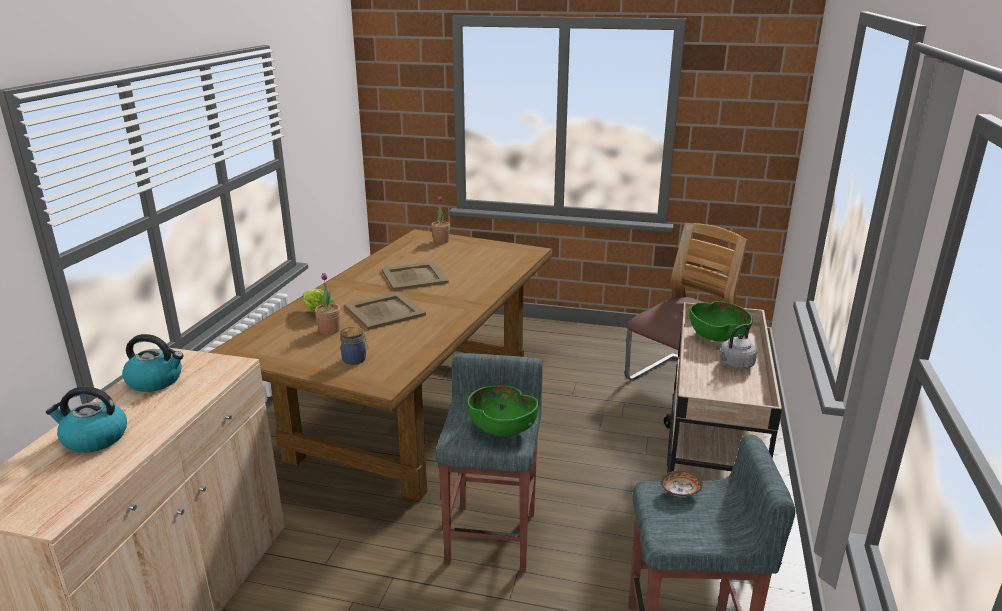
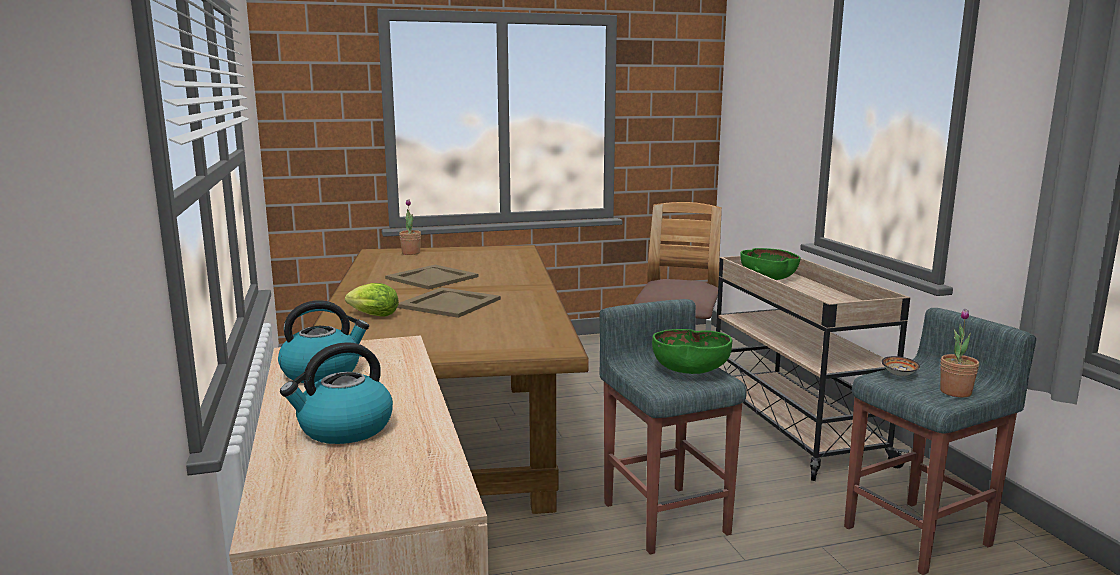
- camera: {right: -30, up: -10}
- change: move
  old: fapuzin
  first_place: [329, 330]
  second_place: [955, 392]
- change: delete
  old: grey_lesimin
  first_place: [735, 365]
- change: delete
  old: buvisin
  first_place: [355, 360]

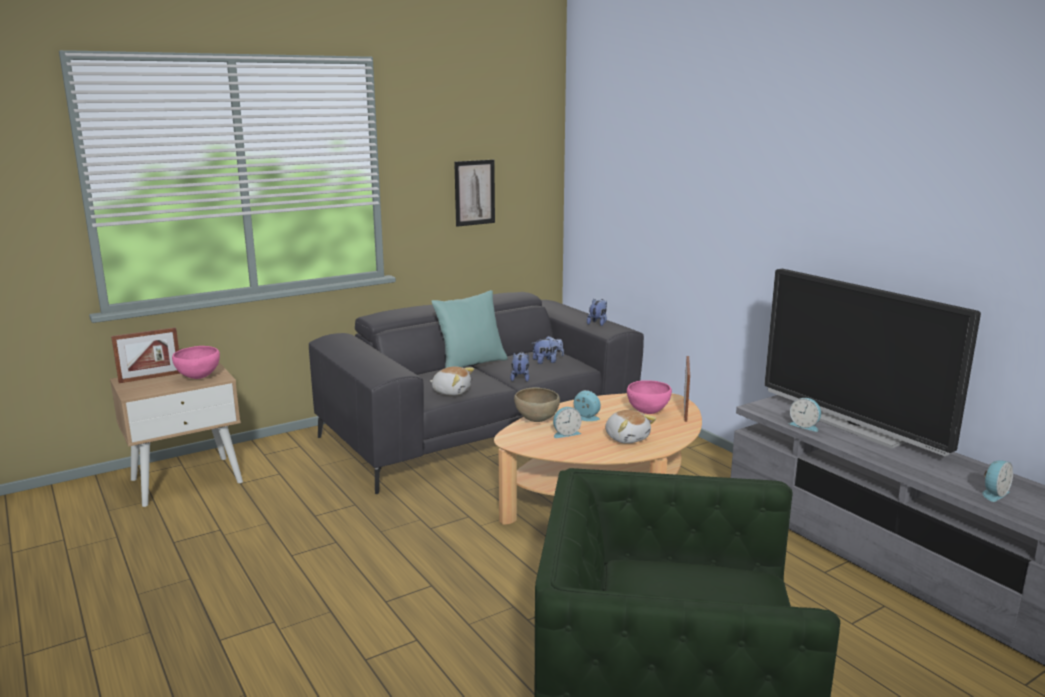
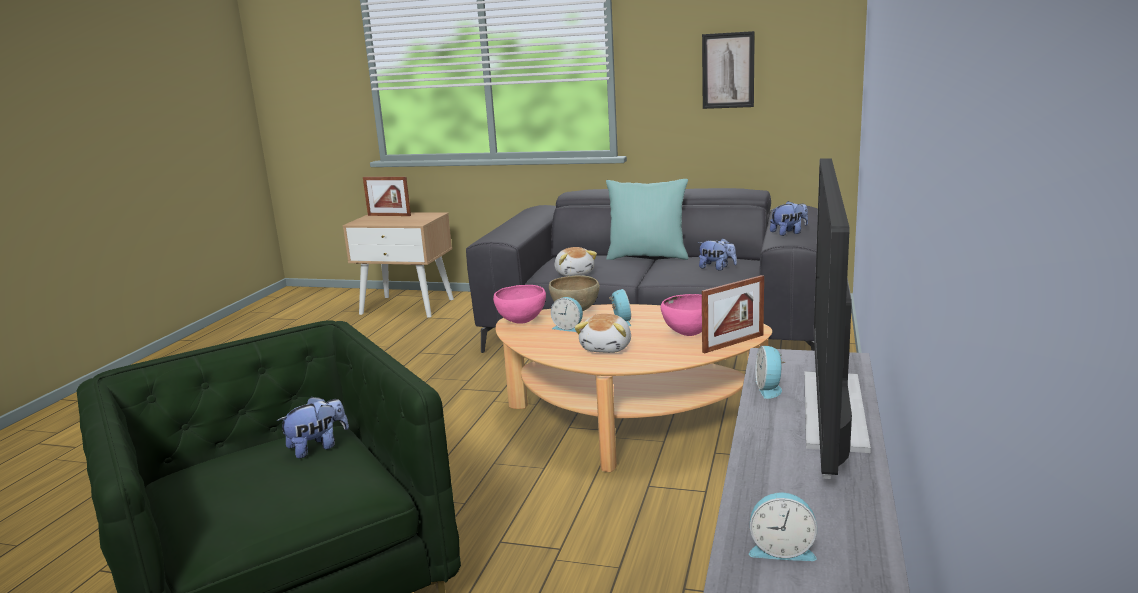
- camera: {right: 50, up: 0}
- change: move
  old: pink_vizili
  first_place: [198, 378]
  second_place: [522, 322]
- change: move
  old: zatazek
  first_place: [520, 378]
  second_place: [317, 447]

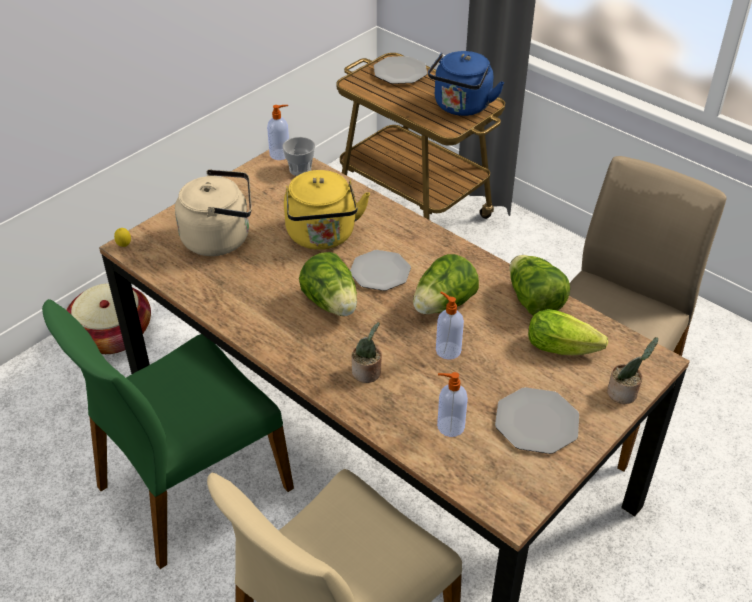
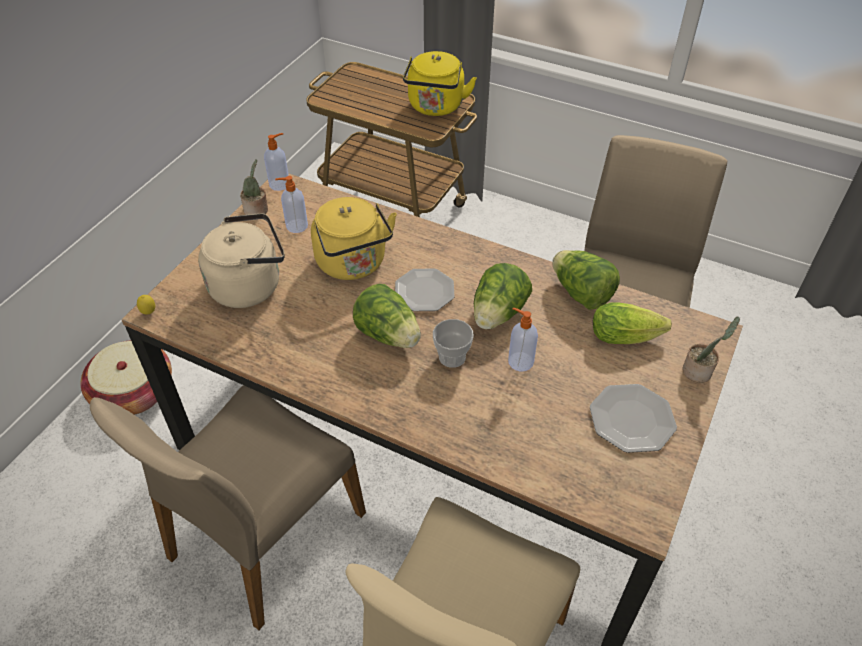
- camera: {right: -15, up: 5}
- change: recolor
  old: blue_lesimin
  new: yellow_lesimin
  first_place: [461, 107]
  second_place: [435, 107]
- change: delete
  old: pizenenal
  first_place: [400, 72]
- change: move
  old: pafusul
  first_place: [300, 170]
  second_place: [452, 357]
- change: recolor
  old: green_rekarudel
  new: beige_rekarudel
  first_place: [191, 487]
  second_place: [264, 535]
- change: move
  old: fapuzin
  first_place: [367, 373]
  second_place: [257, 211]
- change: move
  old: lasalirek
  first_place: [449, 426]
  second_place: [296, 226]

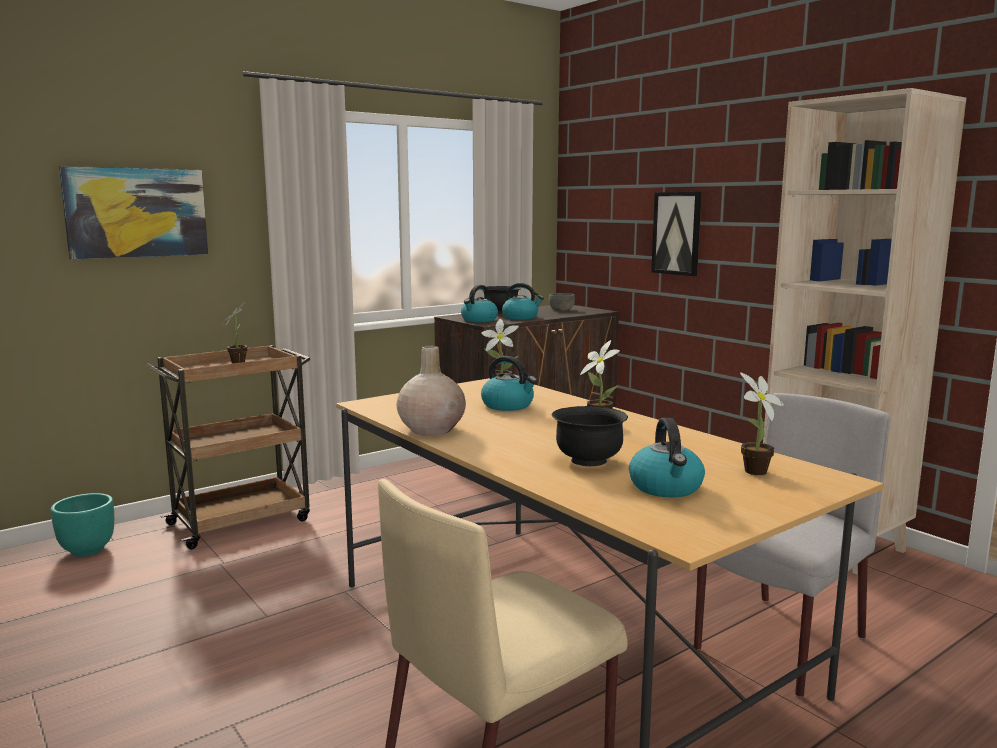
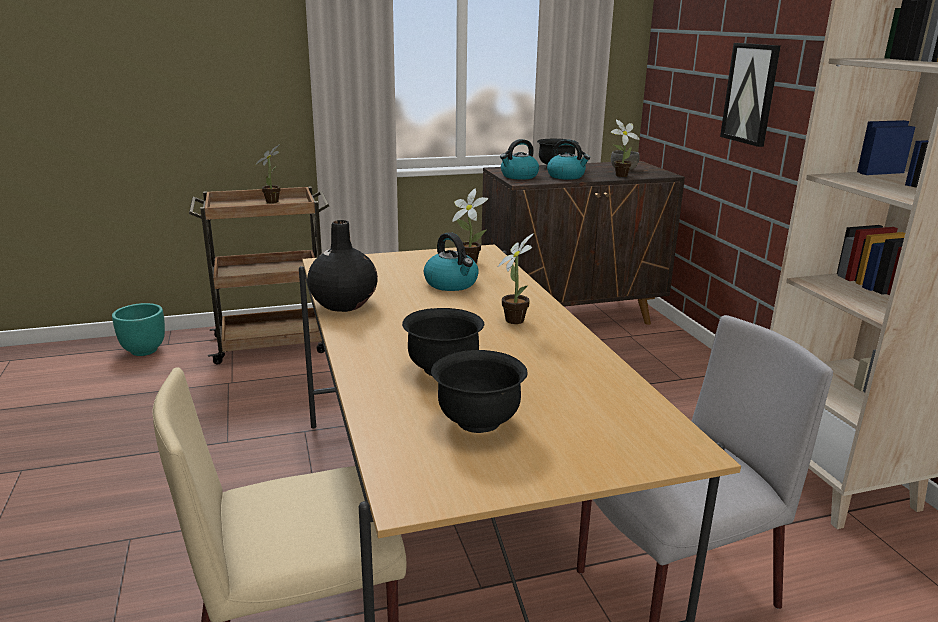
- camera: {right: 20, up: 10}
- change: delete
  old: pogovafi
  first_place: [137, 212]
- change: recolor
  old: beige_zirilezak
  new: black_zirilezak
  first_place: [431, 430]
  second_place: [344, 304]
- change: move
  old: fapuzin
  first_place: [752, 472]
  second_place: [619, 175]
- change: replace
  old: lesimin
  new: black_vizili
  first_place: [666, 487]
  second_place: [478, 421]

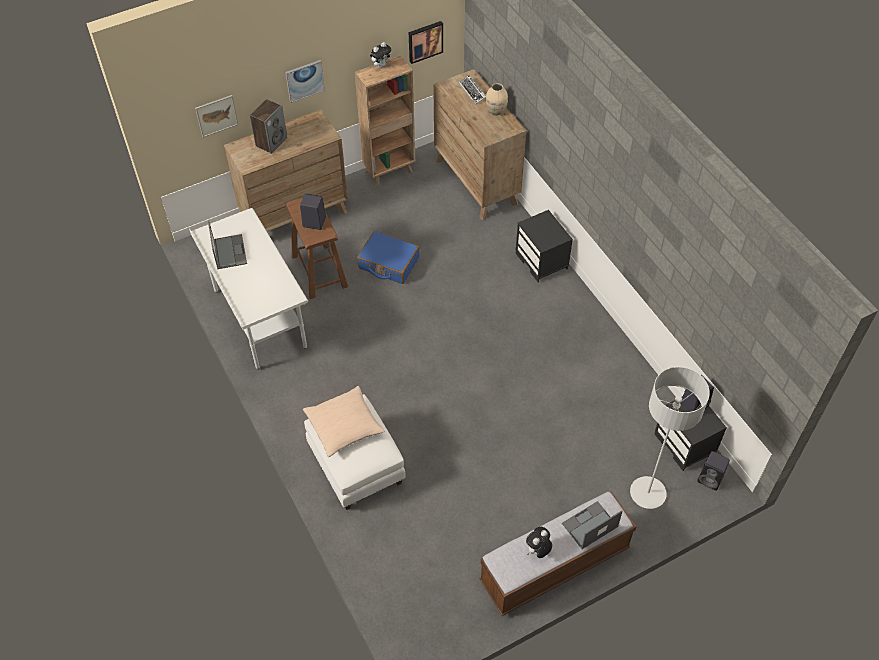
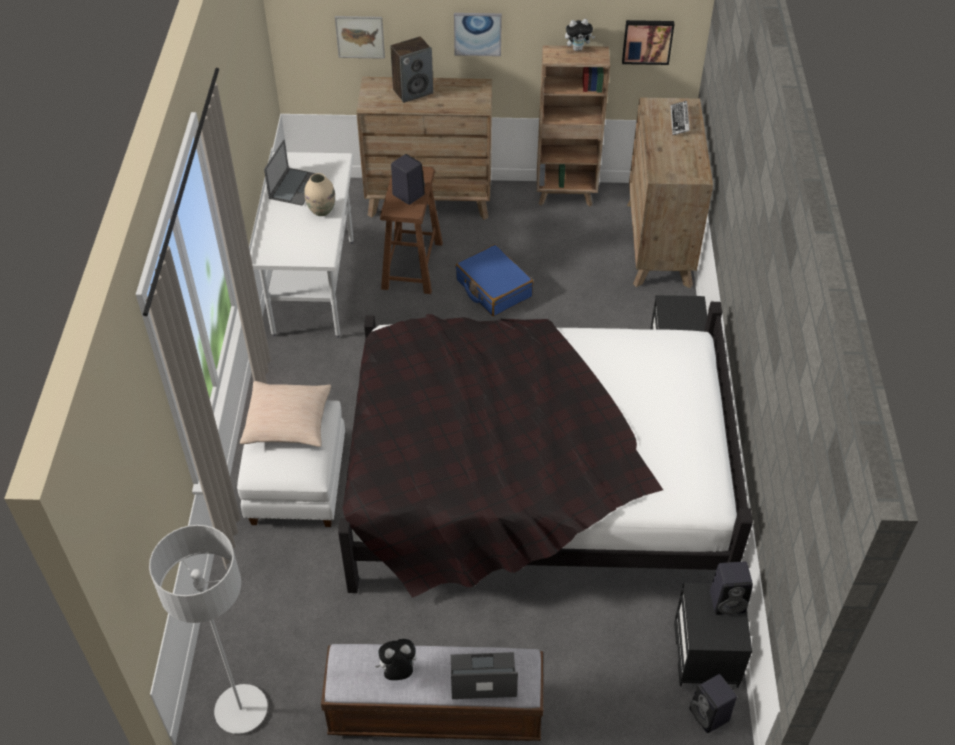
- camera: {right: 30, up: -5}
- change: move
  old: beige_zirilezak
  first_place: [496, 111]
  second_place: [321, 211]
- change: move
  old: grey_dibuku
  first_place: [647, 493]
  second_place: [241, 710]
- change: insert
  new: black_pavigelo
  second_place: [534, 485]

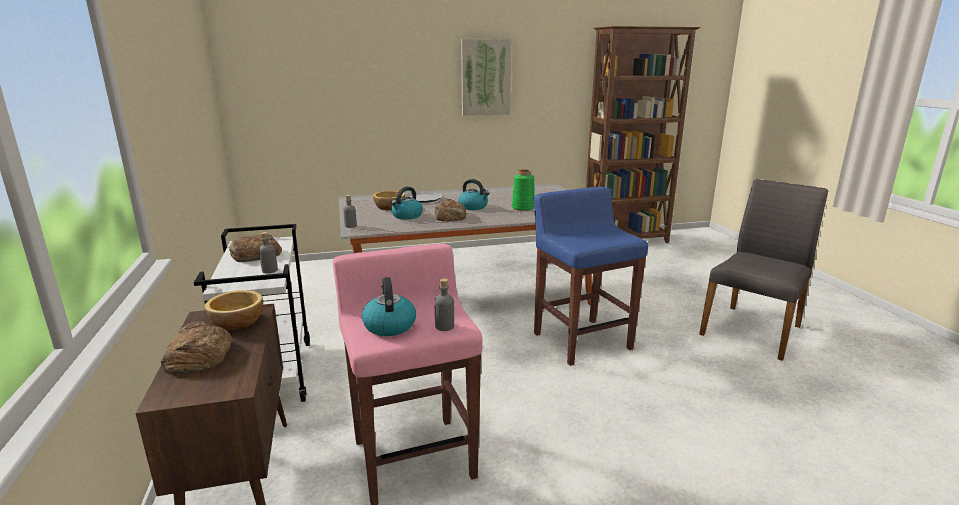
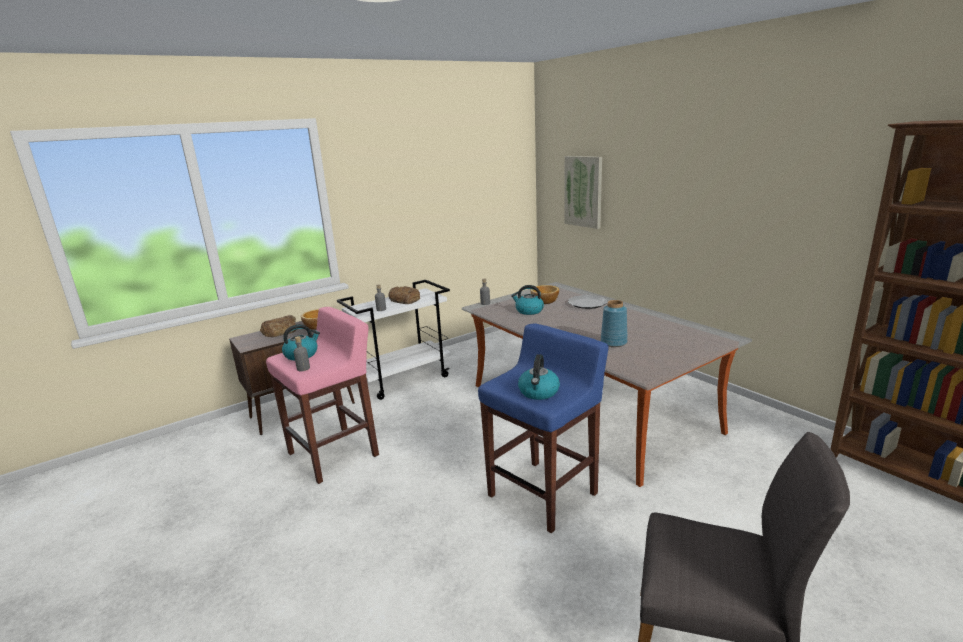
- camera: {right: 70, up: 0}
- change: move
  old: pogovafi
  first_place: [485, 77]
  second_place: [583, 191]
- change: recolor
  old: green_zirilezak
  new: blue_zirilezak
  first_place: [523, 208]
  second_place: [613, 342]
- change: move
  old: lesimin
  first_place: [473, 207]
  second_place: [539, 392]
- change: delete
  old: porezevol
  first_place: [451, 216]

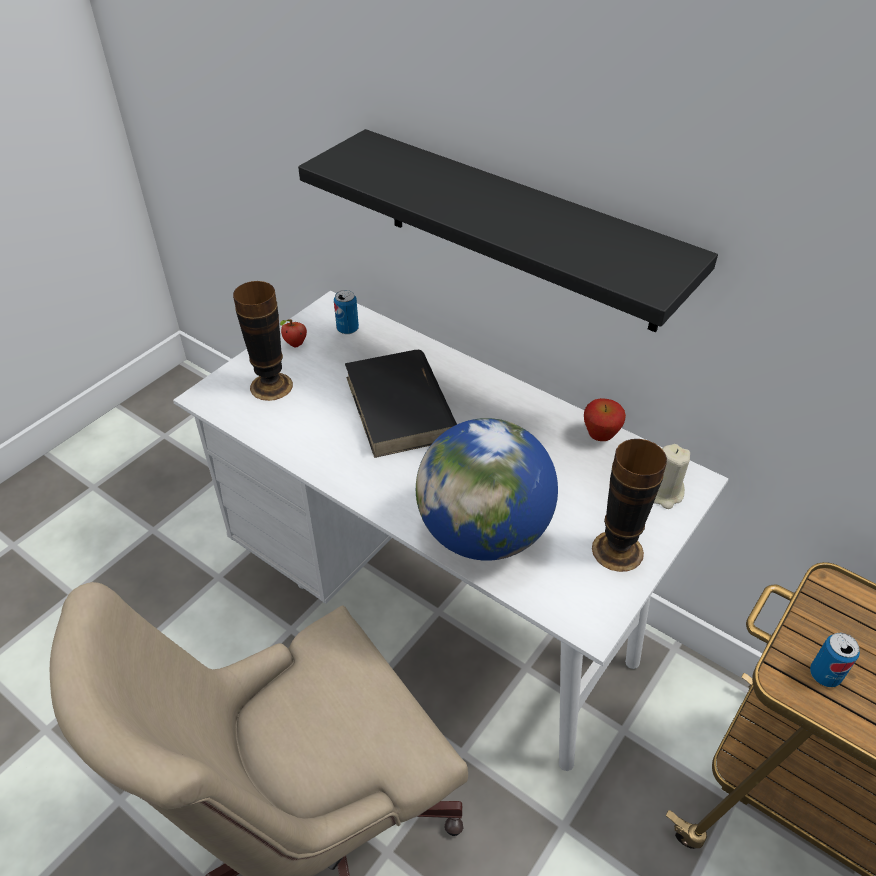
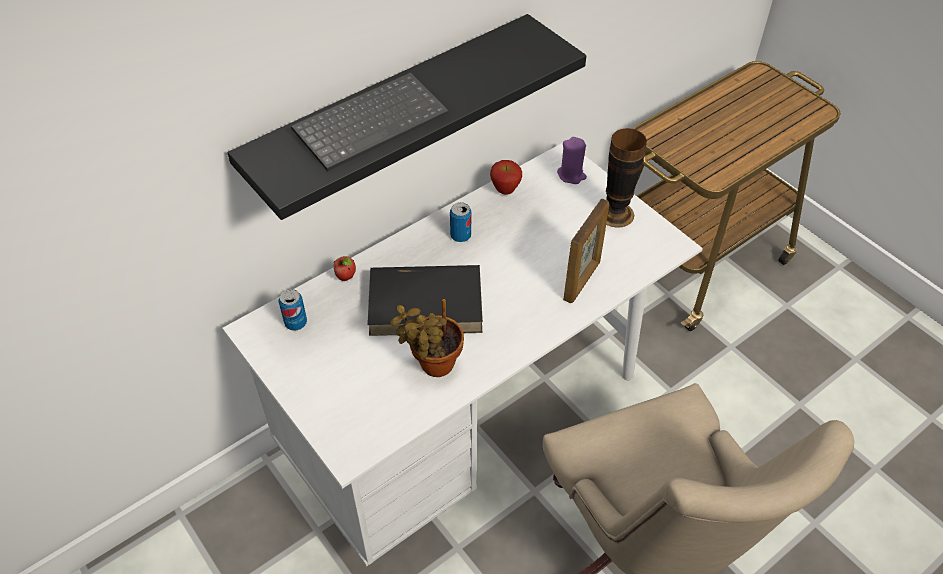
- camera: {right: -75, up: 5}
- change: delete
  old: zirilezak
  first_place: [271, 386]
- change: move
  old: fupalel
  first_place: [295, 345]
  second_place: [346, 277]
- change: replace
  old: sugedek
  new: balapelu
  first_place: [483, 533]
  second_place: [582, 281]
- change: recolor
  old: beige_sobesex
  new: purple_sobesex
  first_place: [664, 493]
  second_place: [571, 175]
- change: move
  old: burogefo
  first_place: [825, 675]
  second_place: [460, 236]
- change: insert
  new: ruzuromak
  second_place: [371, 121]
- change: insert
  new: fapuzin
  second_place: [433, 364]

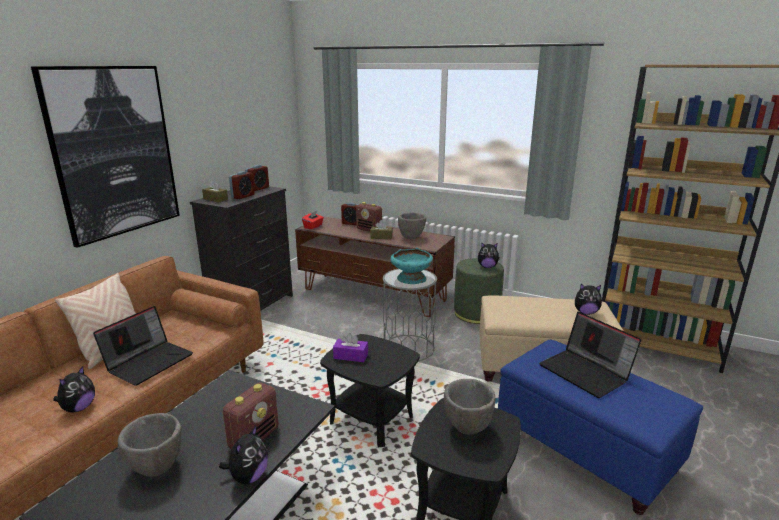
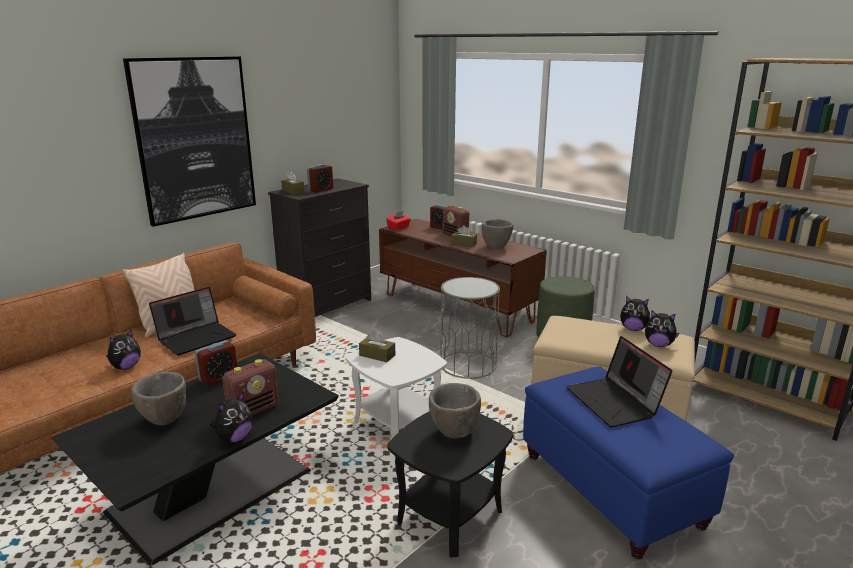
- camera: {right: 15, up: 0}
- change: move
  old: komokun
  first_place: [258, 188]
  second_place: [218, 378]
- change: move
  old: zatazek
  first_place: [487, 267]
  second_place: [633, 329]
- change: delete
  old: turquoise_vizili
  first_place: [411, 278]
- change: recolor
  old: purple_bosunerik
  new: brown_bosunerik
  first_place: [351, 356]
  second_place: [377, 355]
- change: recolor
  old: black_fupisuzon
  new: white_fupisuzon
  first_place: [371, 419]
  second_place: [397, 425]

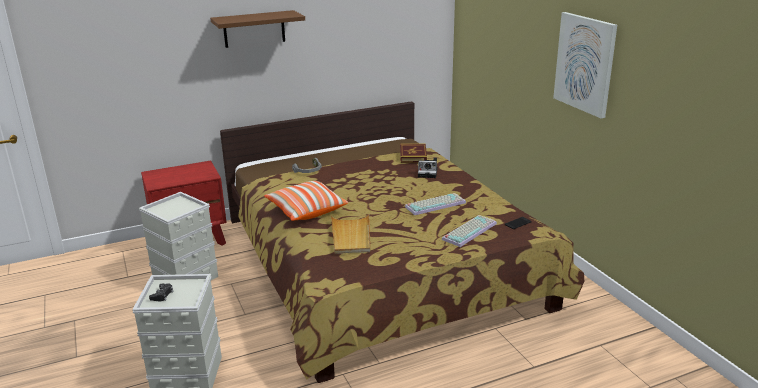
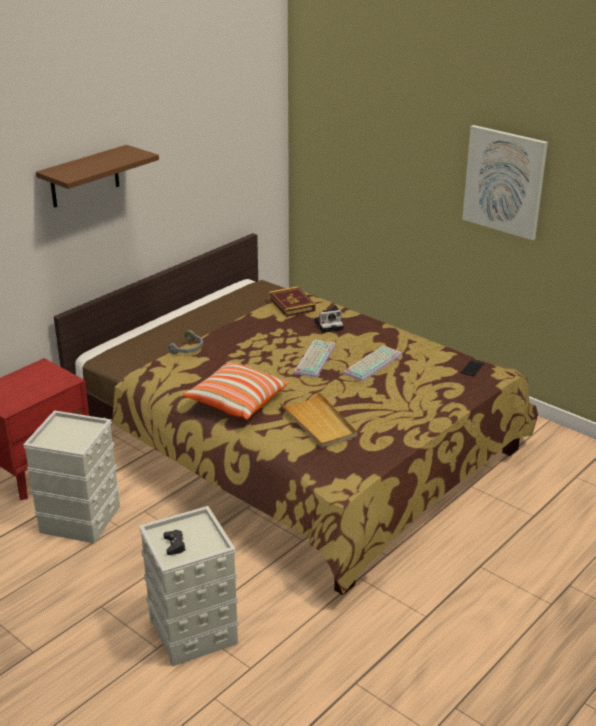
- camera: {right: -25, up: 5}
- change: move
  old: ruzuromak
  first_place: [469, 231]
  second_place: [314, 358]

